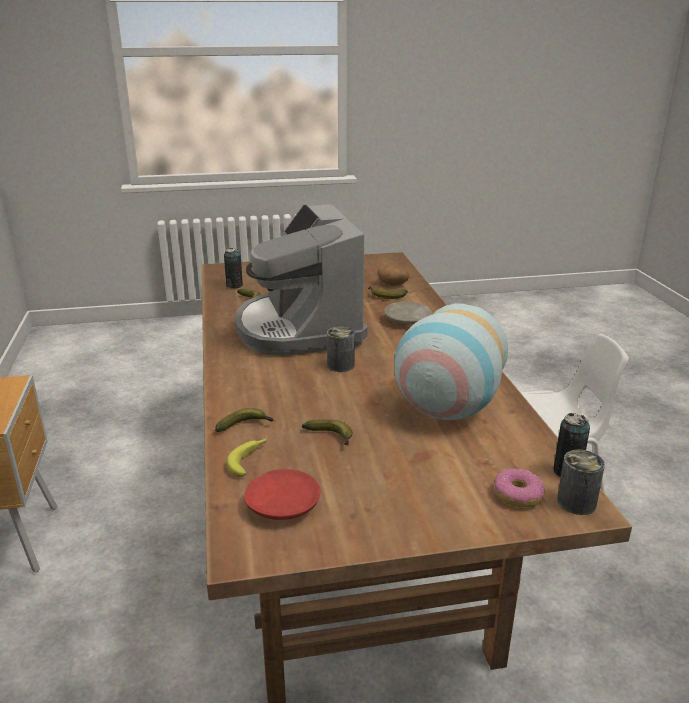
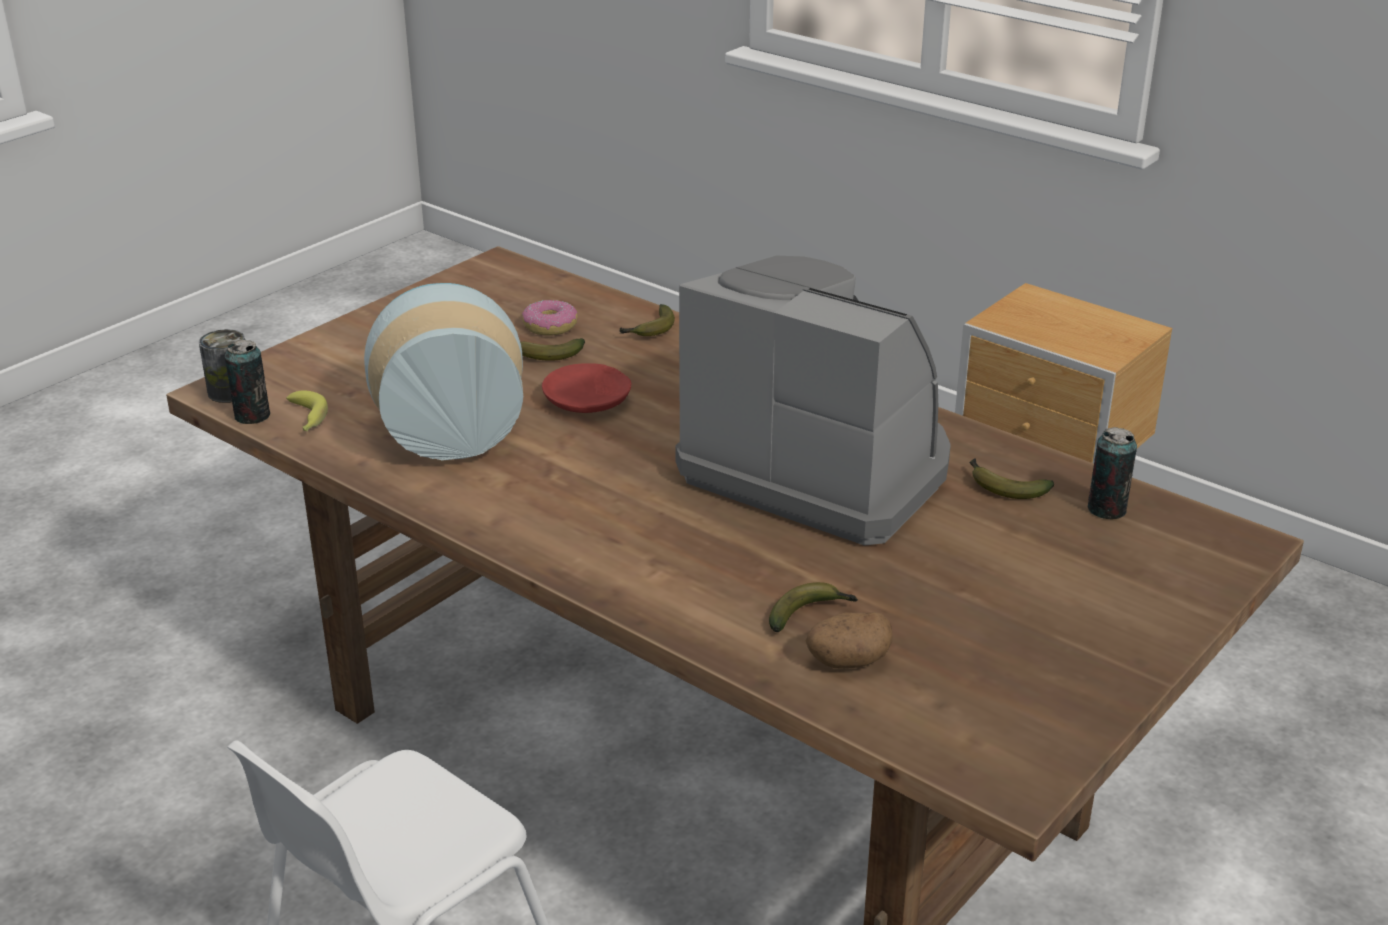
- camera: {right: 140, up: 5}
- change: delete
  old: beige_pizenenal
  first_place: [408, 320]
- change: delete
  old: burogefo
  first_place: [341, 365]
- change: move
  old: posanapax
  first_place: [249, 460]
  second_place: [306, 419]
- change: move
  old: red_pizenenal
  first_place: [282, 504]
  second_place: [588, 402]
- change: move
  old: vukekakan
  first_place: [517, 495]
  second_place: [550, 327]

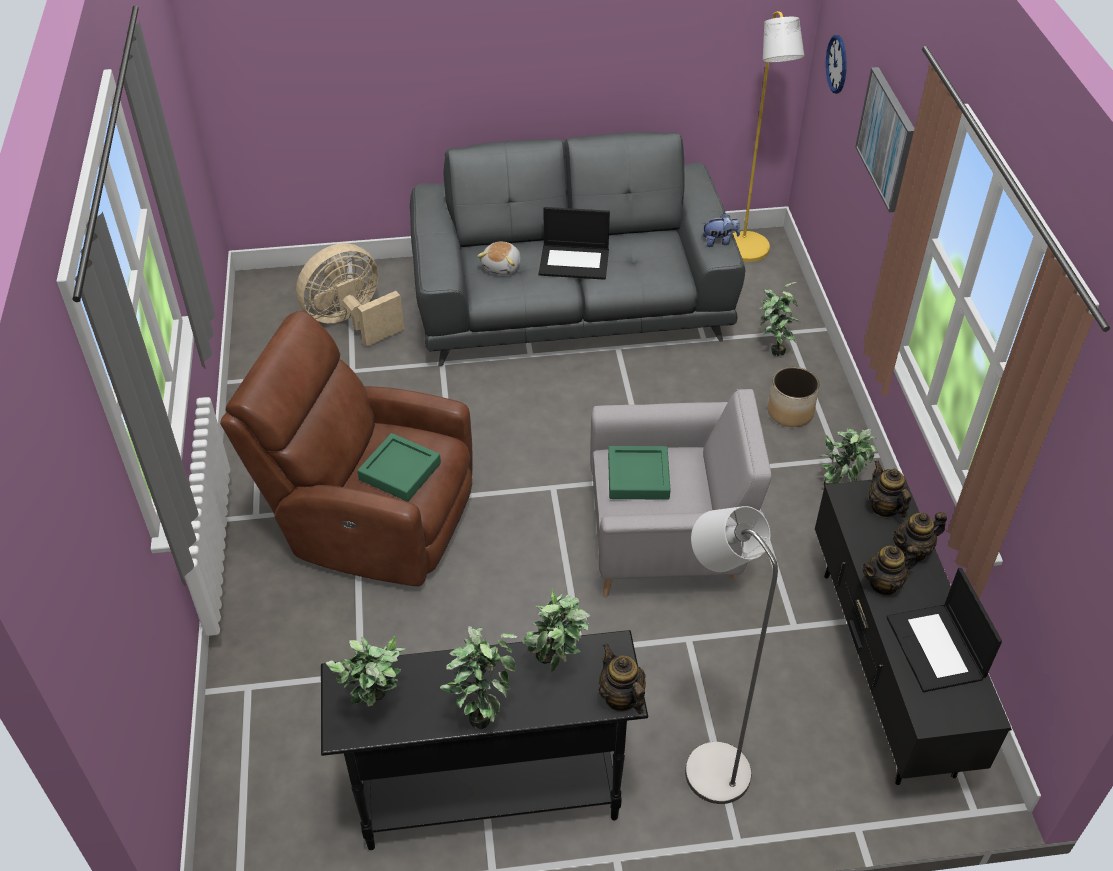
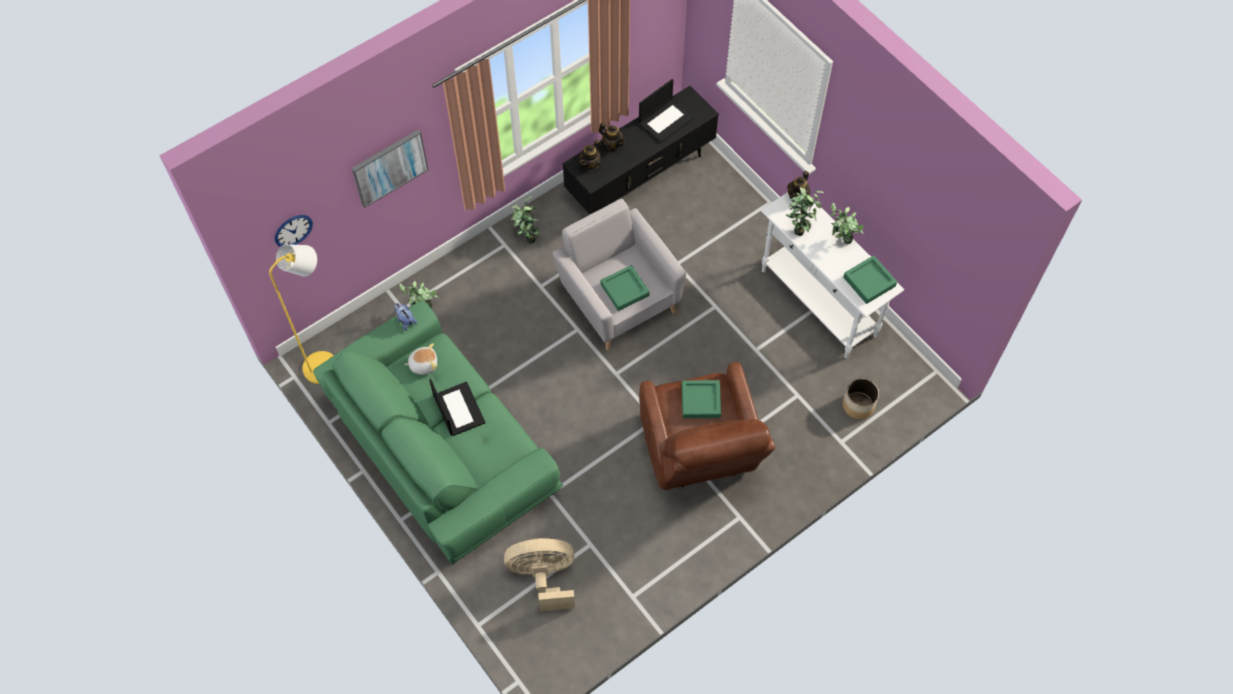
- camera: {right: -120, up: 15}
- change: recolor
  old: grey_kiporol
  new: green_kiporol
  first_place: [571, 301]
  second_place: [442, 448]
- change: move
  old: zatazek
  first_place: [502, 267]
  second_place: [423, 364]
- change: rotate
  old: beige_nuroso
  first_place: [351, 321]
  second_place: [544, 577]
  degrees: 150
- change: move
  old: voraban
  first_place: [789, 412]
  second_place: [858, 405]
- change: delete
  old: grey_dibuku
  first_place: [708, 764]
- change: delete
  old: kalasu
  first_place: [884, 584]
- change: recolor
  old: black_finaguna
  new: white_finaguna
  first_place: [489, 796]
  second_place: [818, 303]
- change: replace
  old: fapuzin
  new: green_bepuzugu
  first_place: [376, 706]
  second_place: [869, 282]

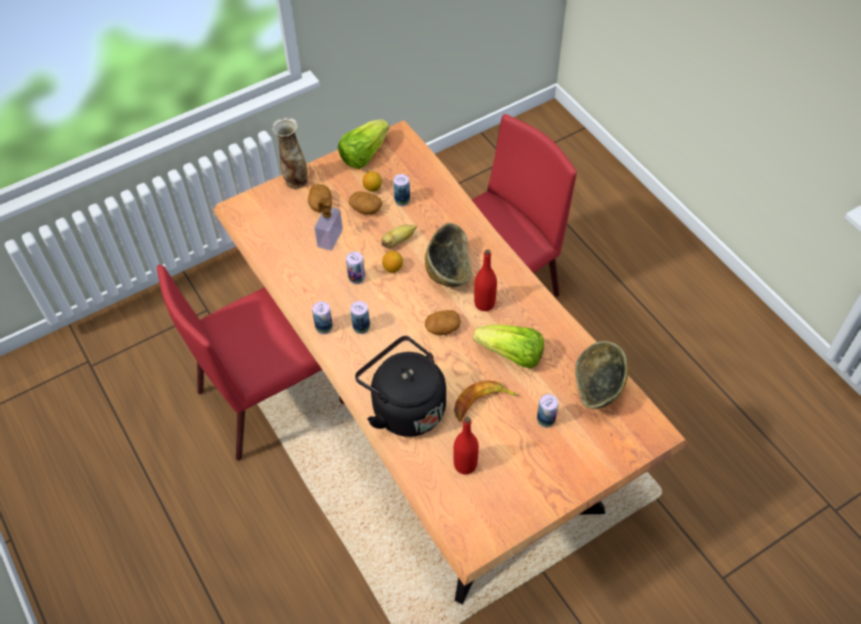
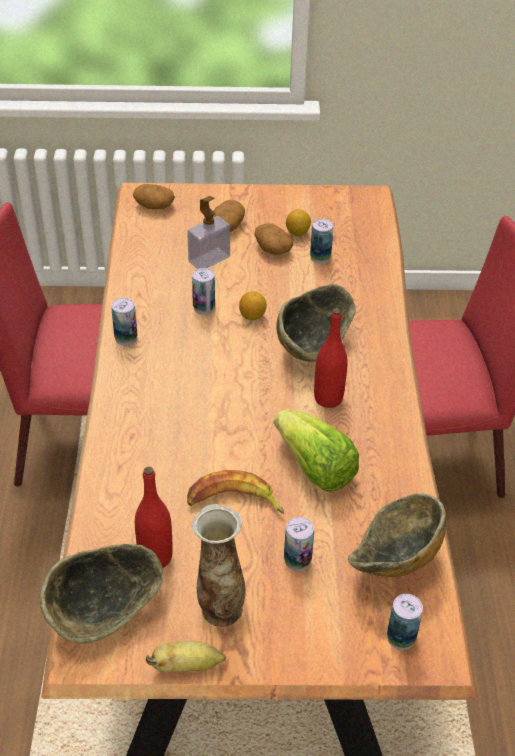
- camera: {right: 30, up: -10}
- change: move
  old: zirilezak
  first_place: [295, 181]
  second_place: [220, 608]
- change: delete
  old: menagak
  first_place: [364, 154]
- change: move
  old: posanapax
  first_place: [398, 241]
  second_place: [187, 666]
- change: move
  old: burogefo
  first_place: [361, 327]
  second_place: [401, 638]
- change: move
  old: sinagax
  first_place: [442, 328]
  second_place: [154, 206]
- change: delete
  old: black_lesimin
  first_place: [404, 407]
- change: insert
  new: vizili
  second_place: [103, 614]

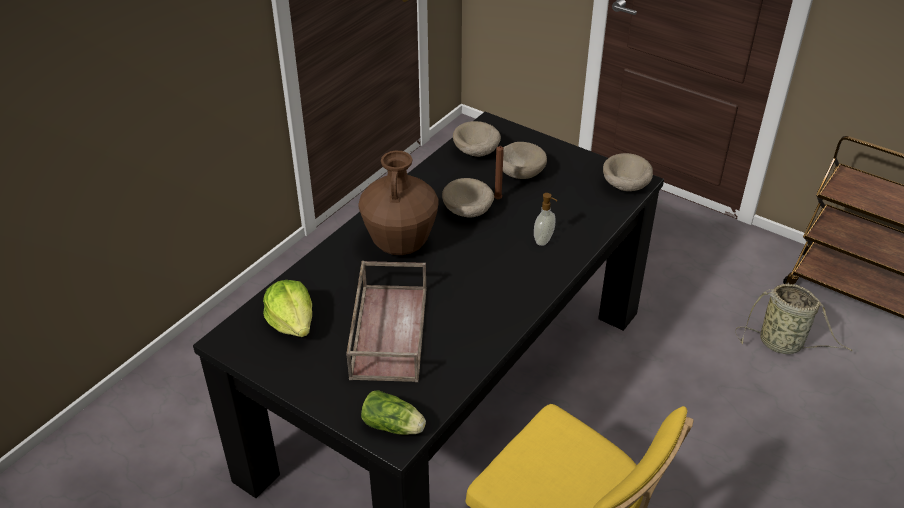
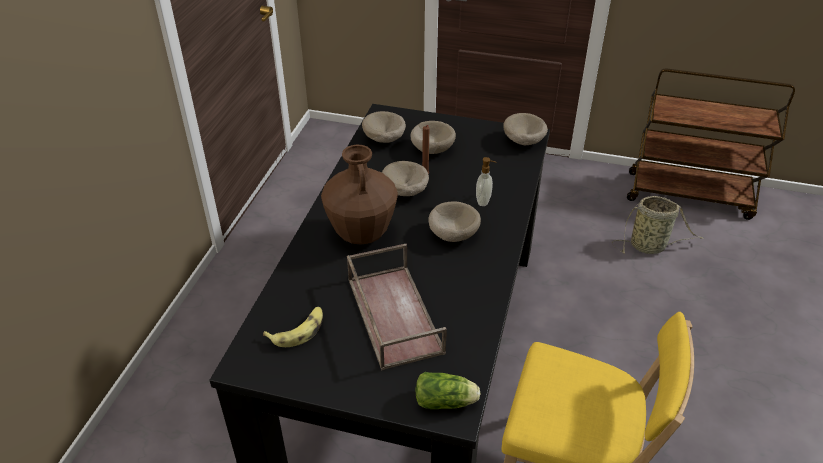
- camera: {right: -20, up: 0}
- change: replace
  old: menagak
  new: posanapax
  first_place: [292, 322]
  second_place: [298, 331]
- change: insert
  new: beige_vizili
  second_place: [452, 234]

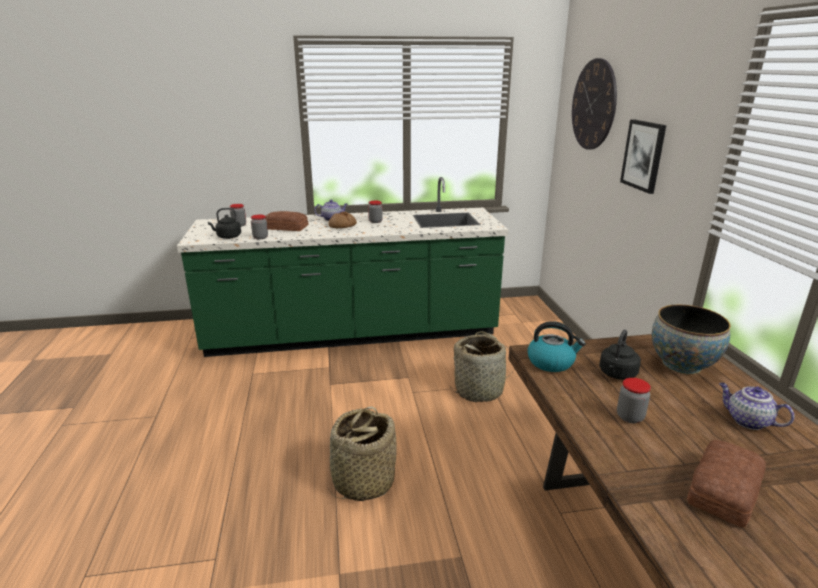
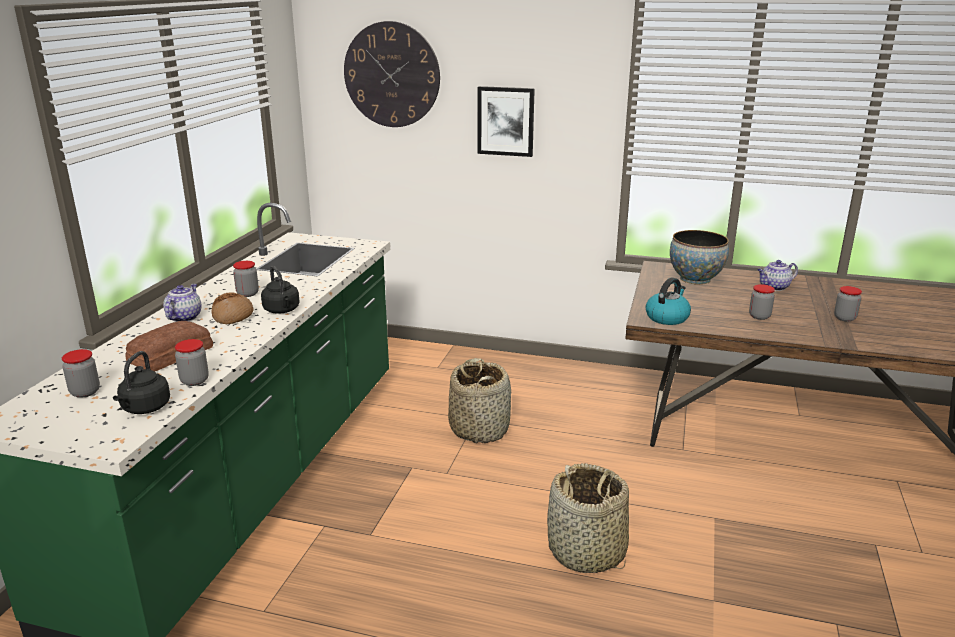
- camera: {right: -65, up: 0}
- change: move
  old: black_lesimin
  first_place: [617, 374]
  second_place: [282, 310]
- change: replace
  old: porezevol
  new: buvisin
  first_place: [722, 489]
  second_place: [844, 318]

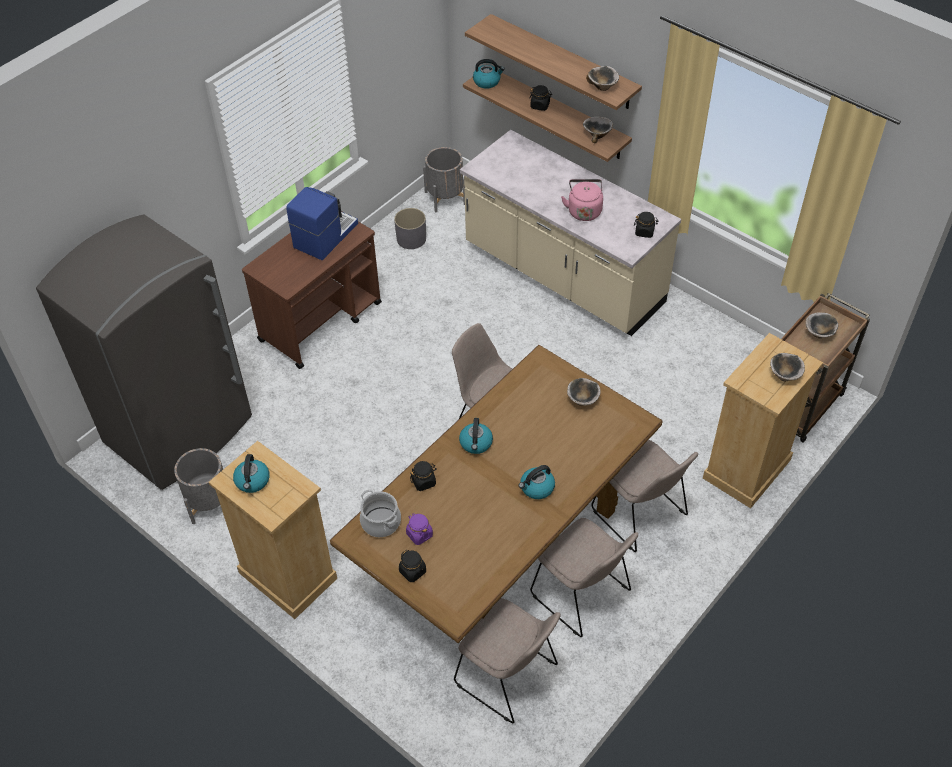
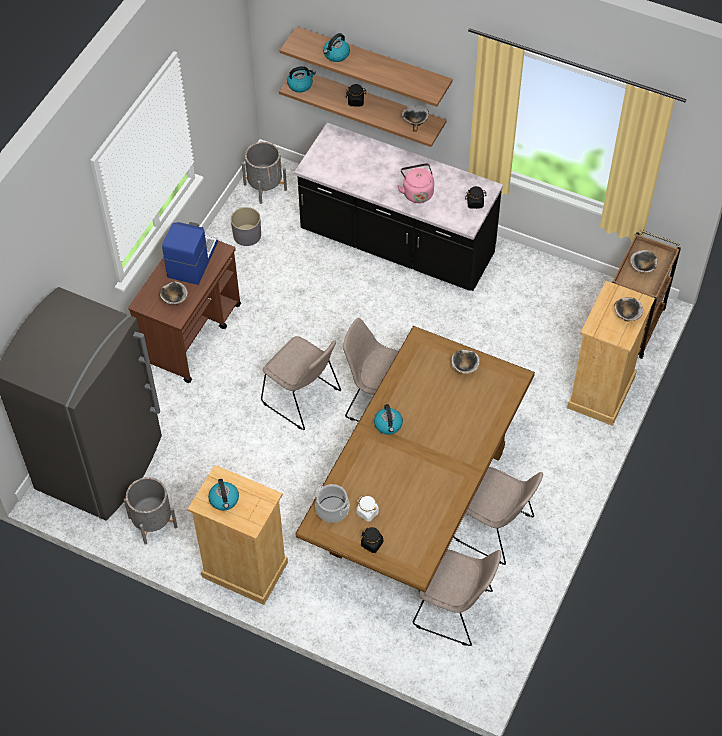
- camera: {right: -15, up: 5}
- change: move
  old: vizili
  first_place: [602, 86]
  second_place: [174, 299]
- change: recolor
  old: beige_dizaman
  new: black_dizaman
  first_place: [563, 276]
  second_place: [397, 245]
- change: move
  old: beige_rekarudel
  first_place: [641, 515]
  second_place: [303, 398]
- change: delete
  old: black_buvisin
  first_place: [424, 481]
- change: move
  old: lesimin
  first_place: [536, 488]
  second_place: [336, 55]
- change: recolor
  old: purple_buvisin
  new: white_buvisin
  first_place: [419, 534]
  second_place: [367, 512]

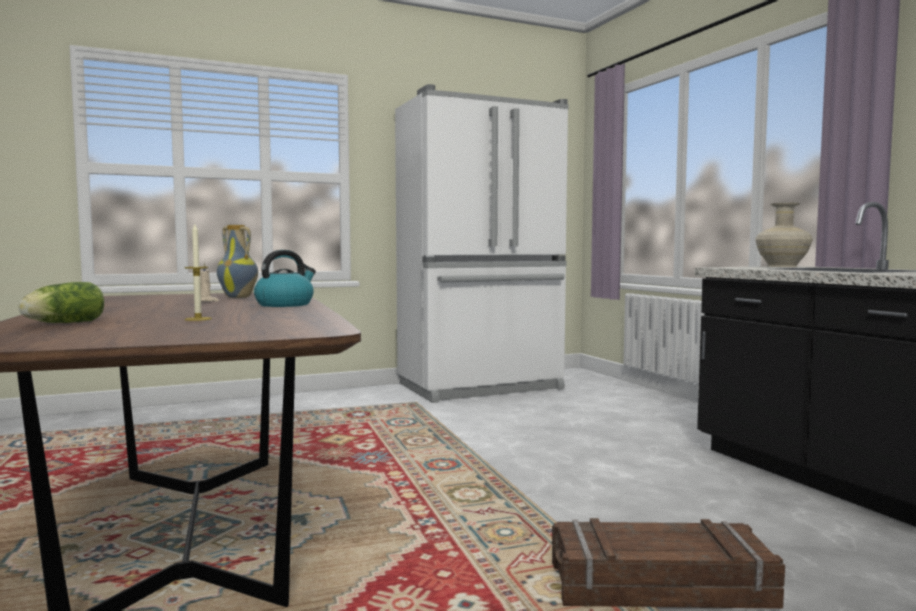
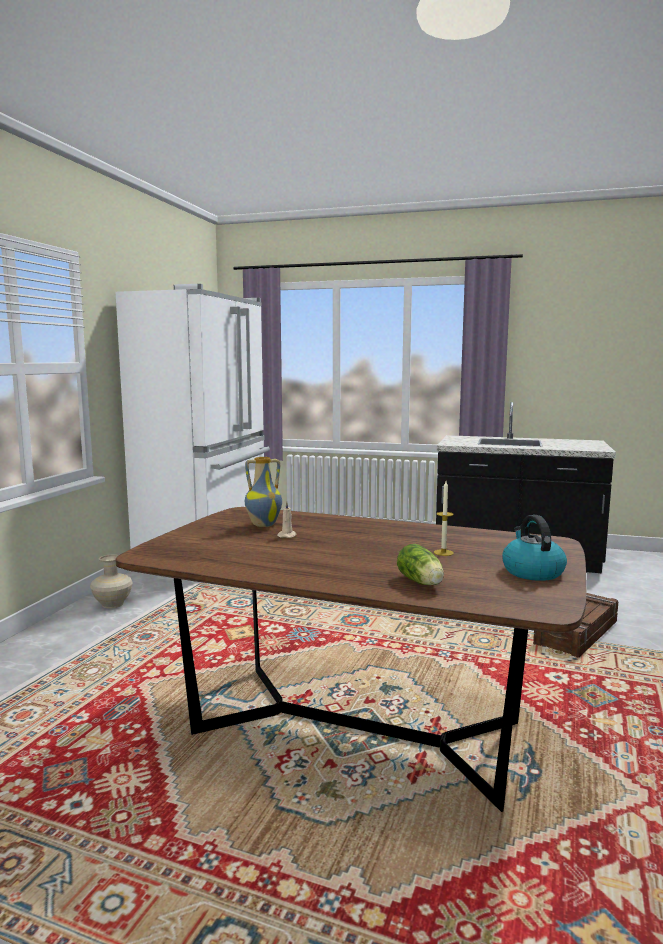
- camera: {right: -50, up: 5}
- change: move
  old: beige_zirilezak
  first_place: [782, 266]
  second_place: [113, 604]
- change: move
  old: lesimin
  first_place: [285, 304]
  second_place: [532, 572]

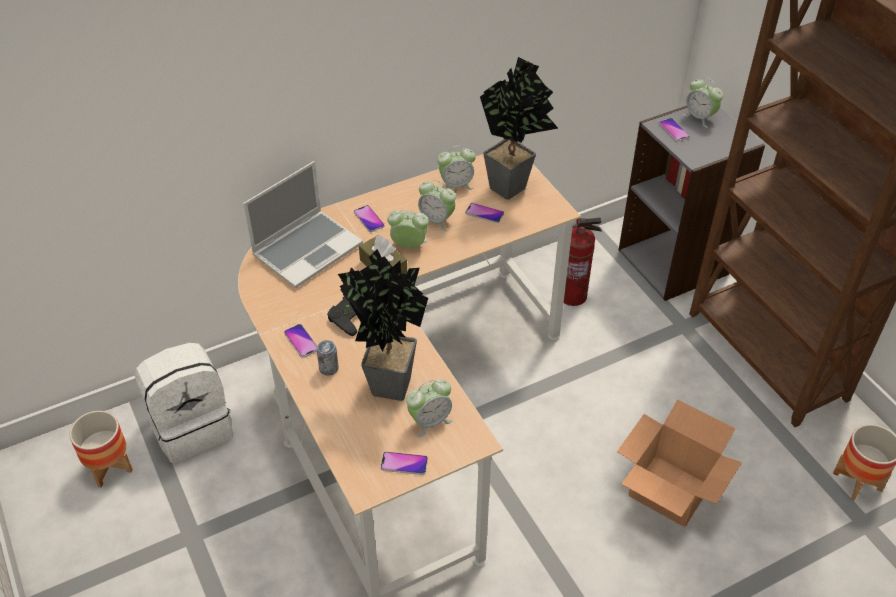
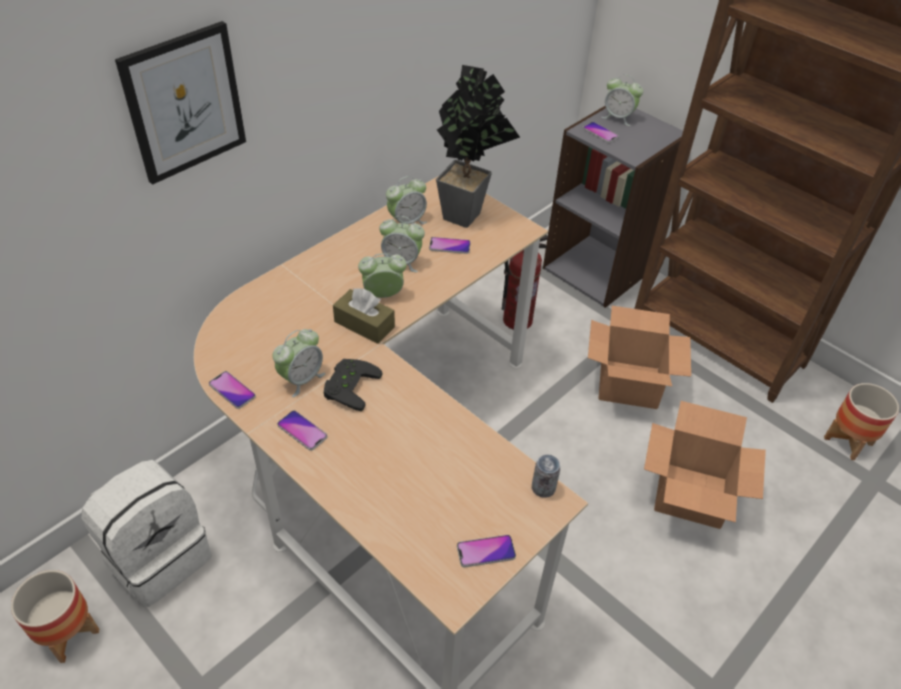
- camera: {right: -20, up: 0}
- change: delete
  old: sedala
  first_place: [308, 249]
- change: move
  old: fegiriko
  first_place: [369, 219]
  second_place: [232, 390]
- change: delete
  old: fapuzin
  first_place: [385, 382]
- change: move
  old: burogefo
  first_place: [329, 368]
  second_place: [543, 488]
- change: move
  old: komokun
  first_place: [430, 421]
  second_place: [301, 379]
- change: insert
  new: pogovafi
  second_place: [184, 103]
- change: insert
  new: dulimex
  second_place: [627, 384]

